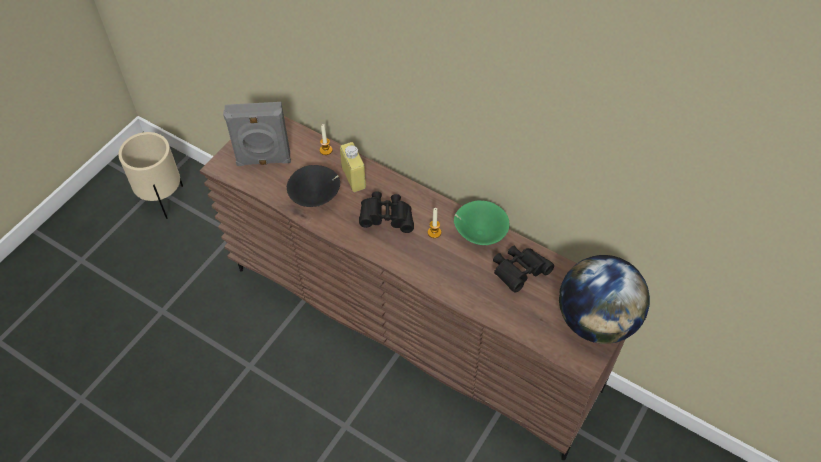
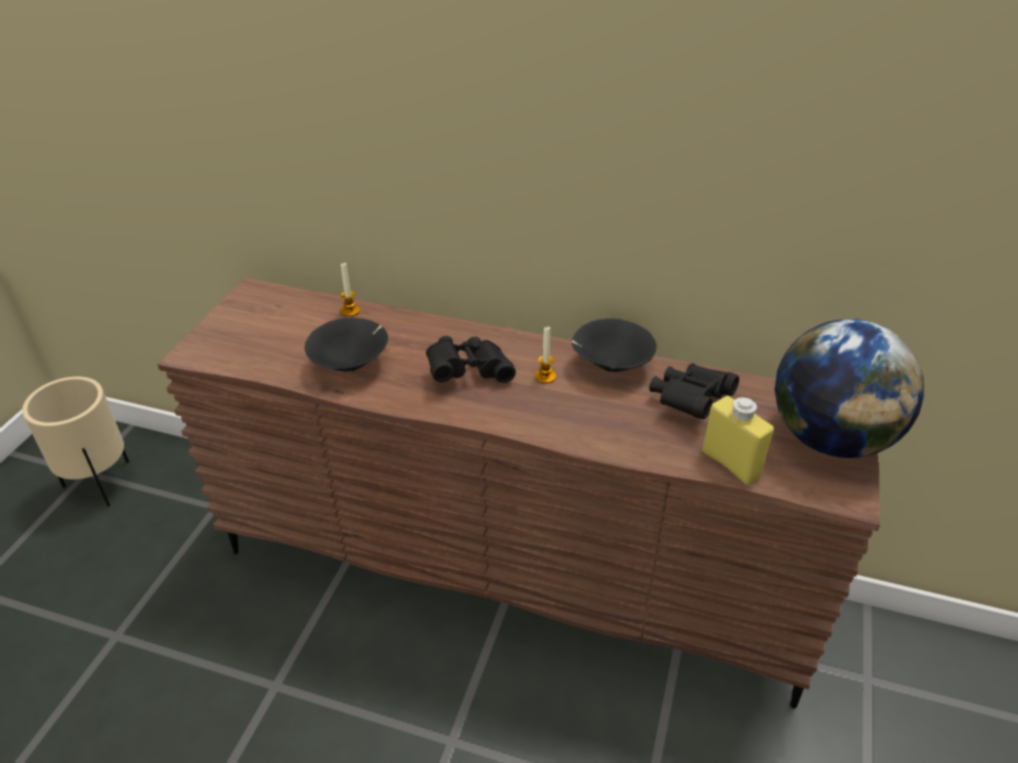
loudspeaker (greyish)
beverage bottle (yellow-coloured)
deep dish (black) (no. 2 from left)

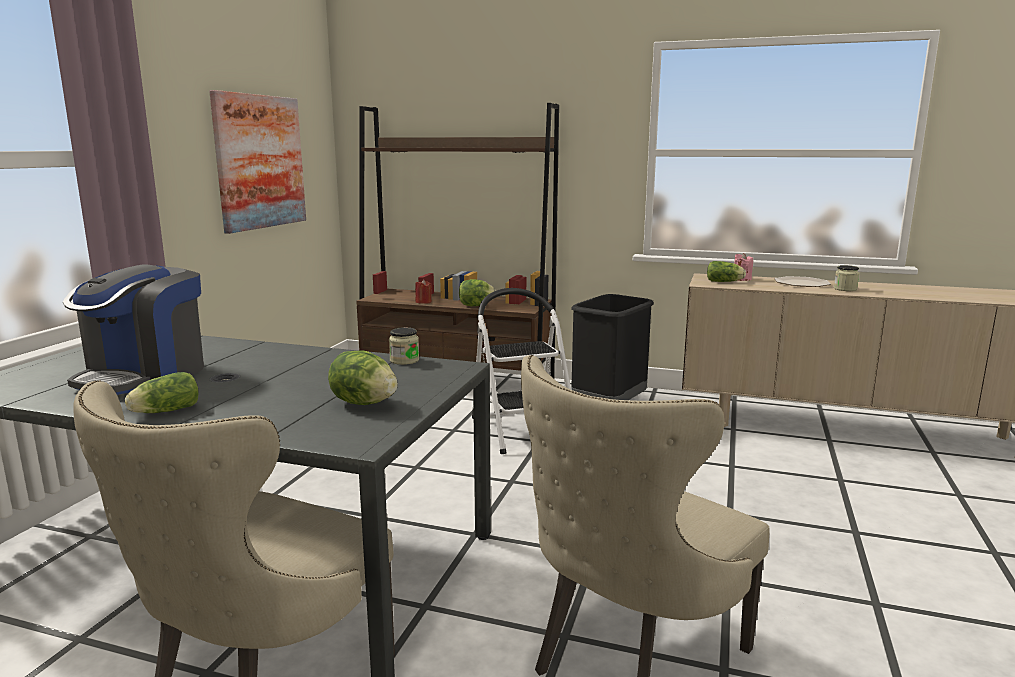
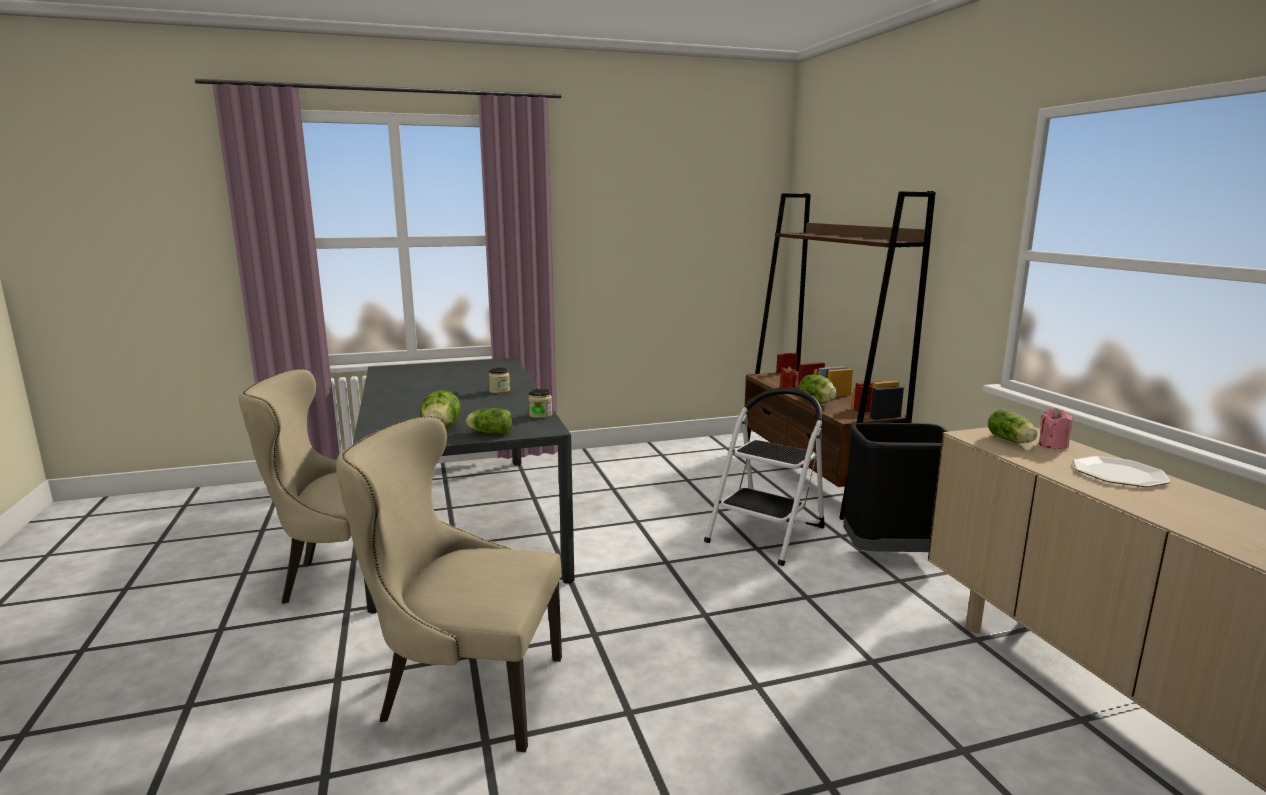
picture
coffee machine
preserve jar (no. 1 from left)
head of lettuce (no. 2 from left)

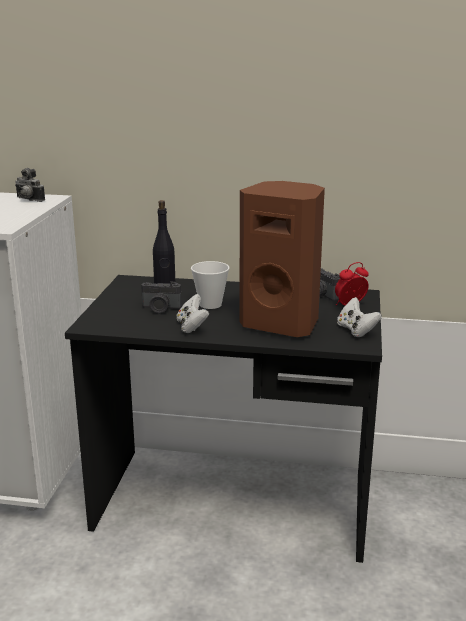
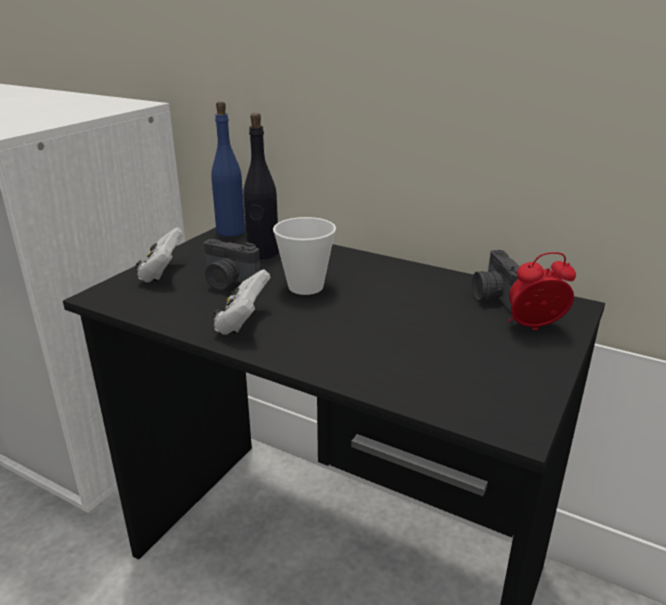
photo camera (no. 1 from left in the first image)
loudspeaker (brown-coloured)
joypad (white-coloured) (no. 1 from left)
beverage bottle (bluish)

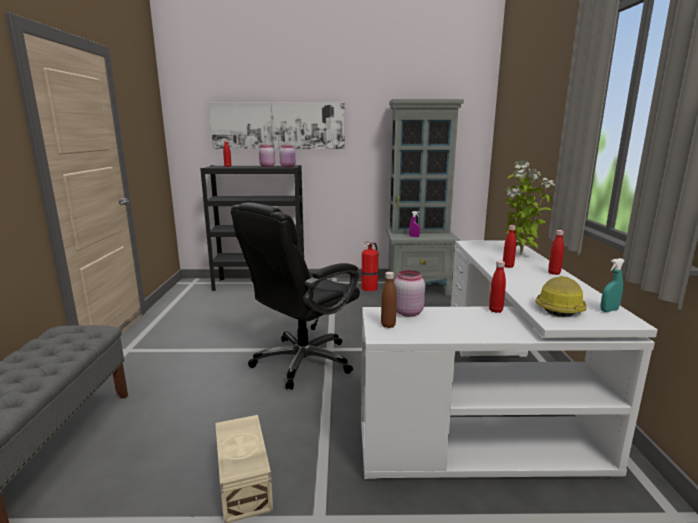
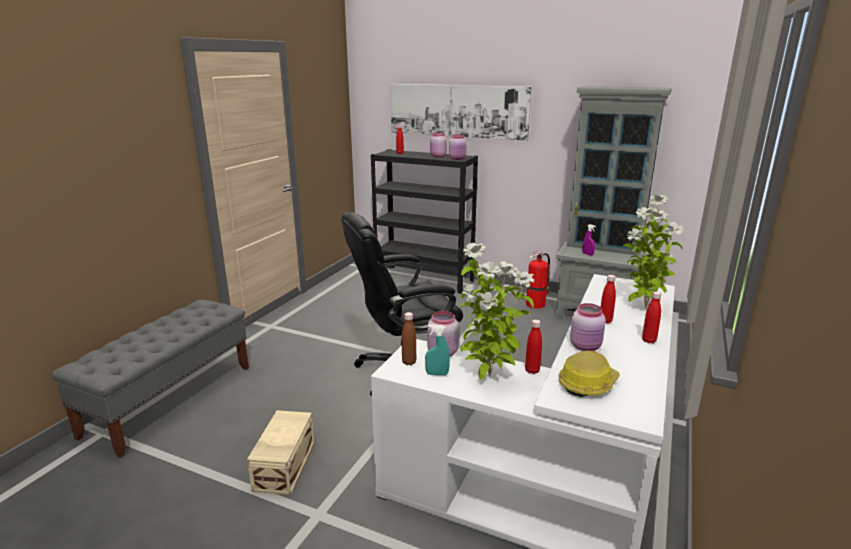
spray bottle (blue-green)
potted plant (no. 1 from left)
preserve jar (pink) (no. 4 from left)

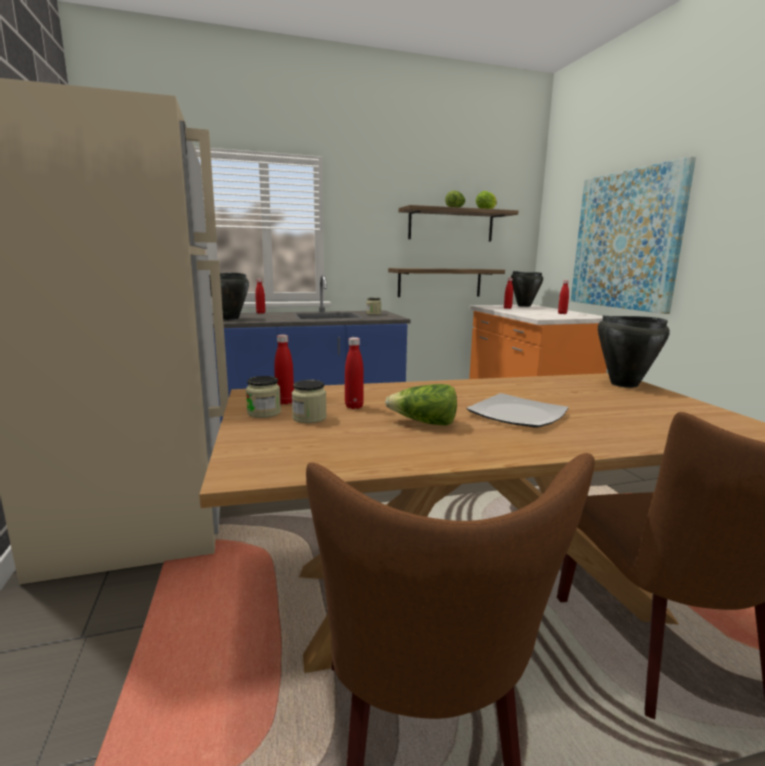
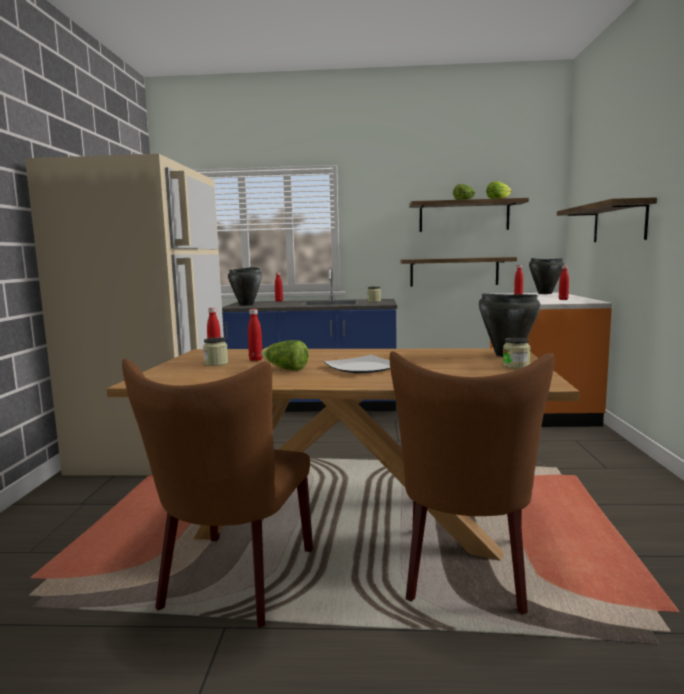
bracket shelf (no. 3 from left)
preserve jar (no. 3 from left)

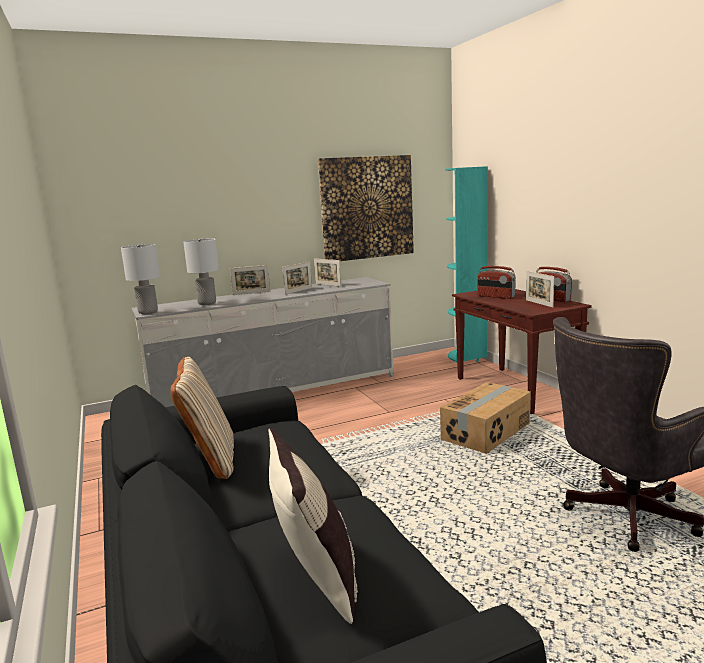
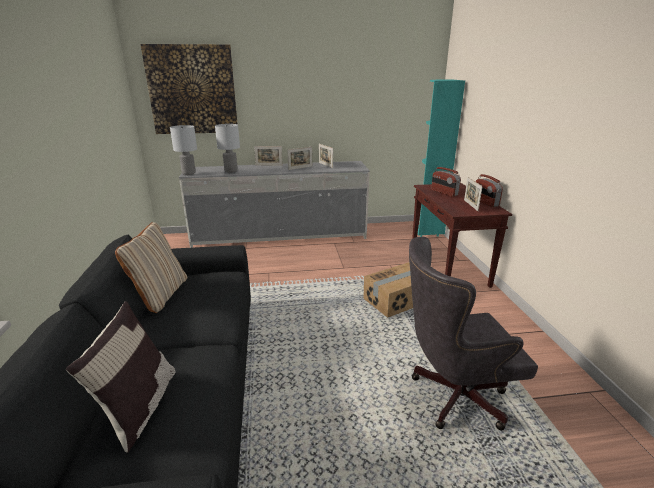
picture

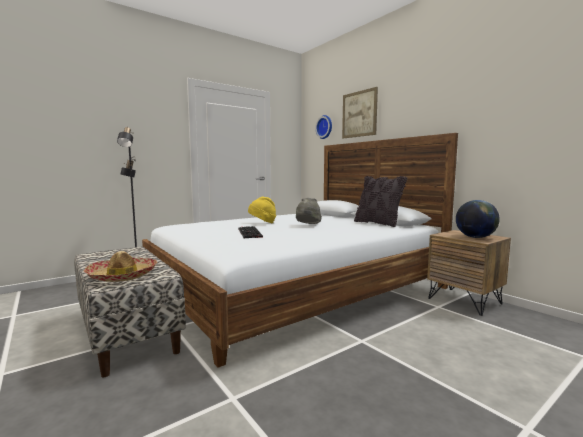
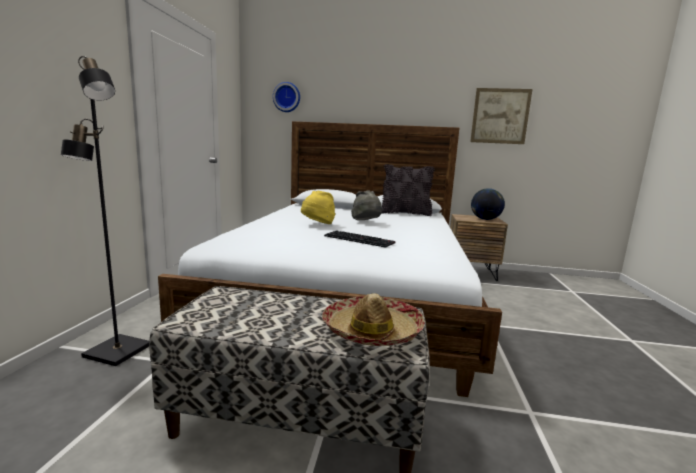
picture

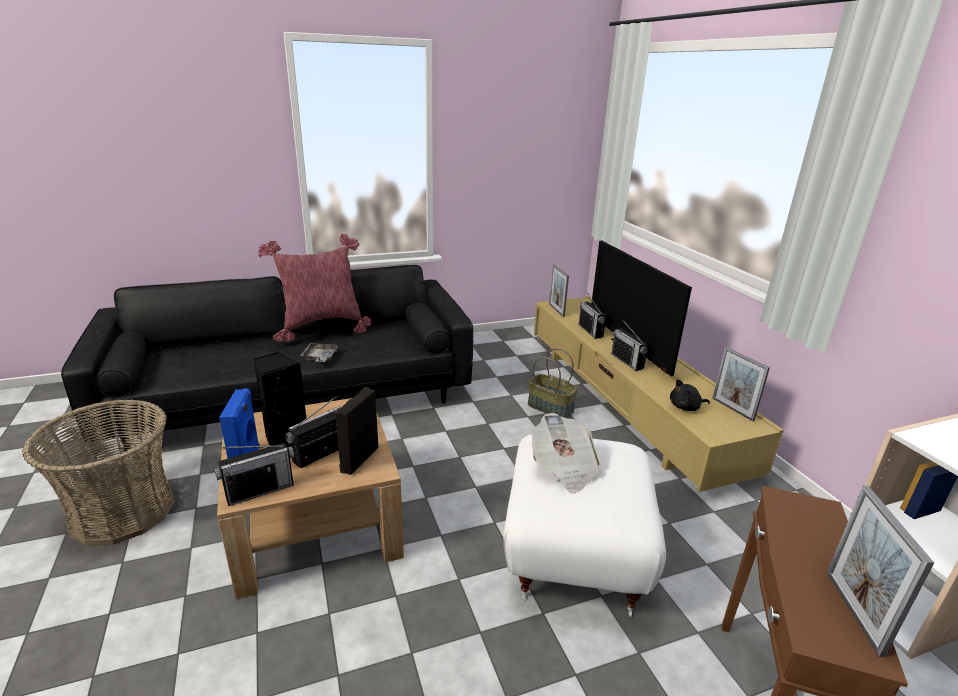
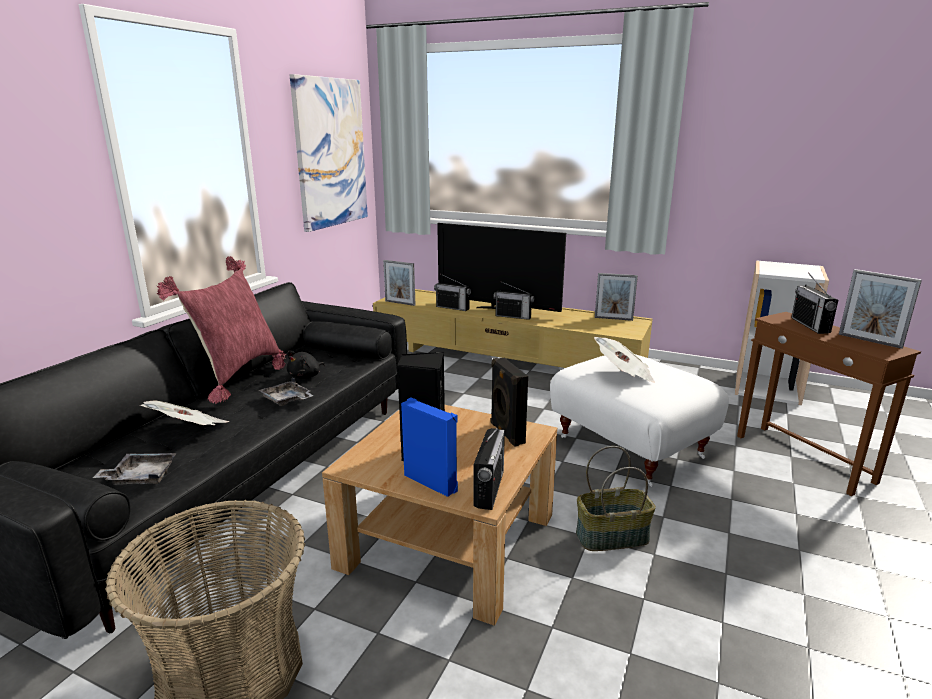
basket (no. 2 from left)
soft toy (black)
radio (no. 4 from left)
picture
newspaper (no. 1 from left)
tray (greyish) (no. 1 from left)

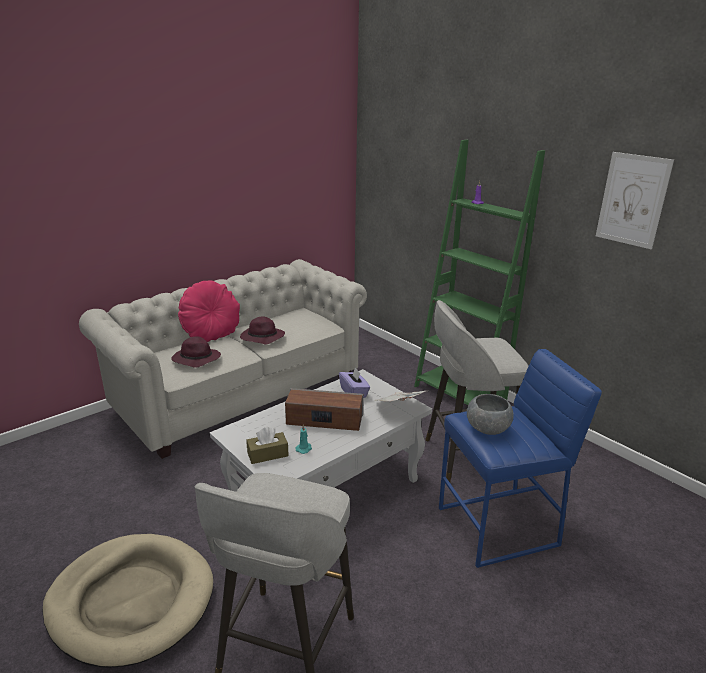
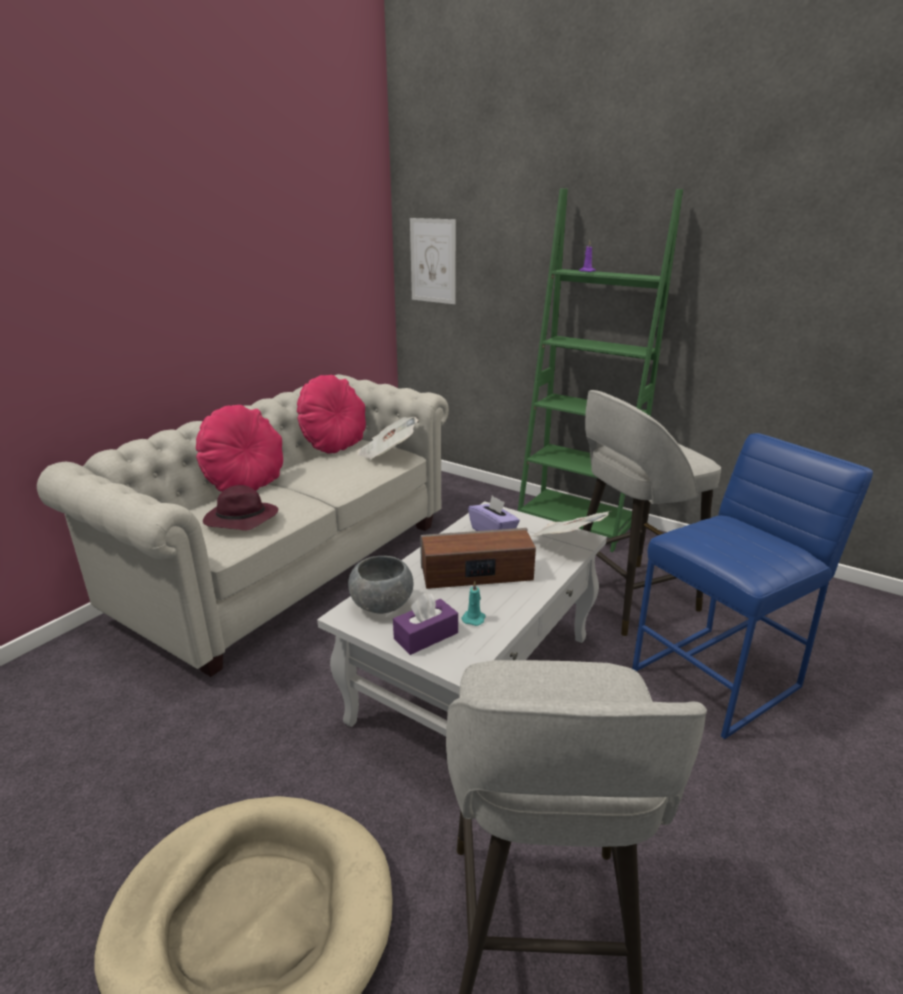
picture
clothing hat (purplish) (no. 2 from left in the first image)
deep dish (greyish)
tissue holder (purplish) (no. 1 from left)
cushion (pink) (no. 2 from left)
newspaper (no. 1 from left)

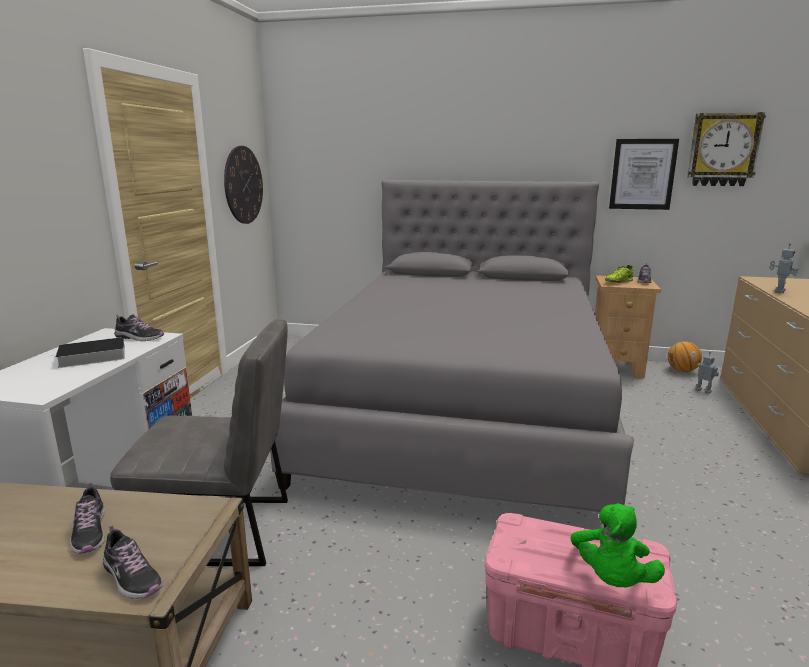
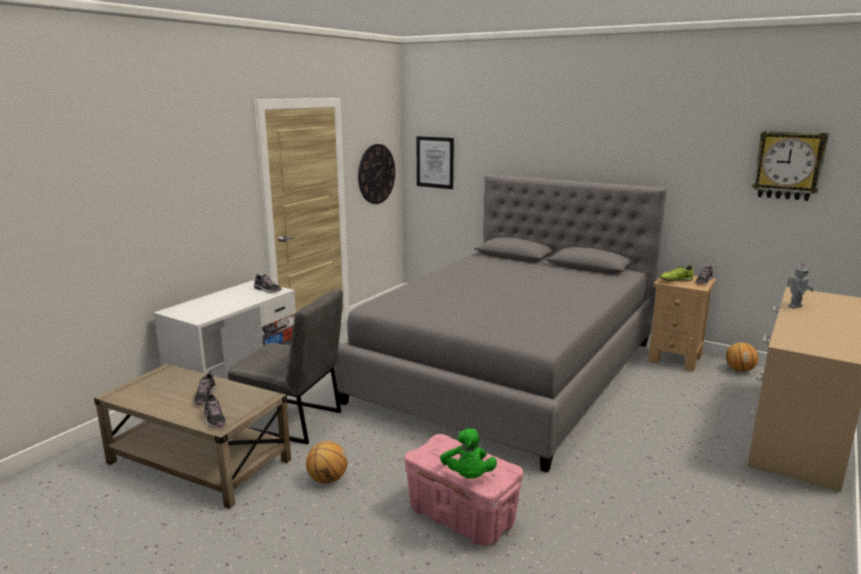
picture
volume
robot figure (no. 1 from left in the first image)
soft toy (greenish)
basketball (no. 1 from left)

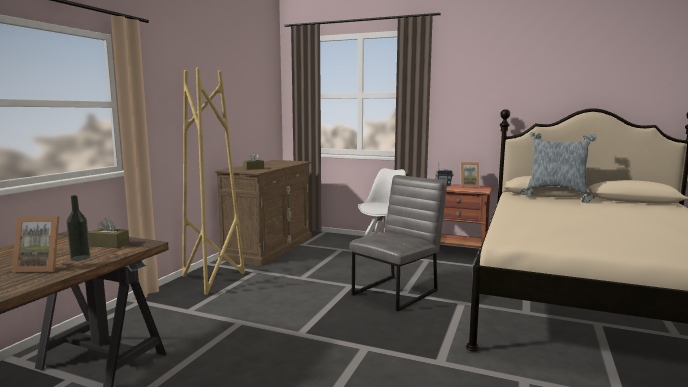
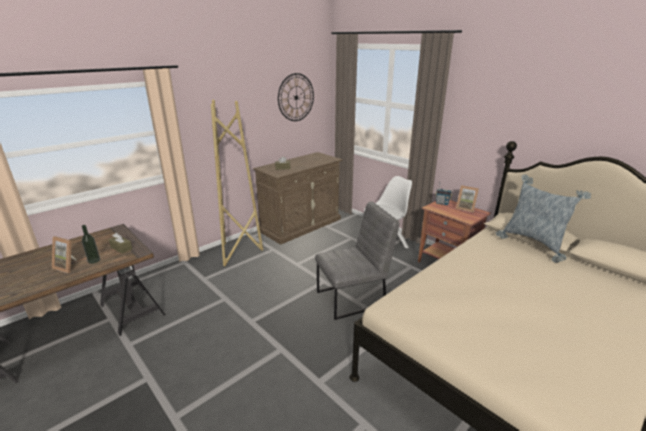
hanging clock

